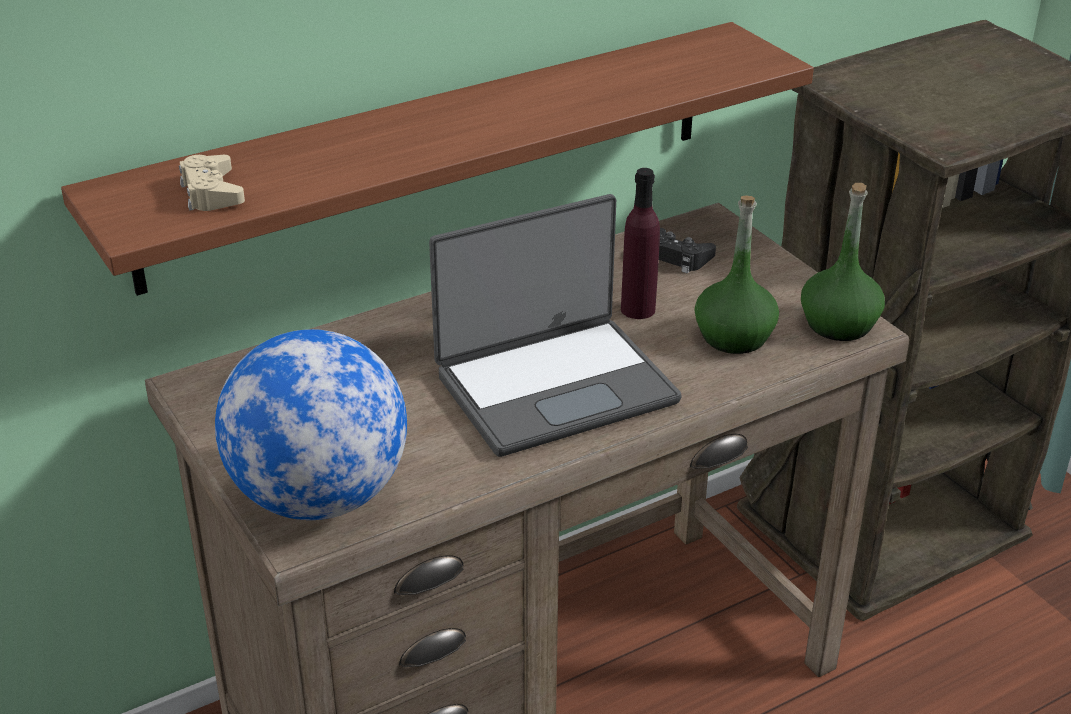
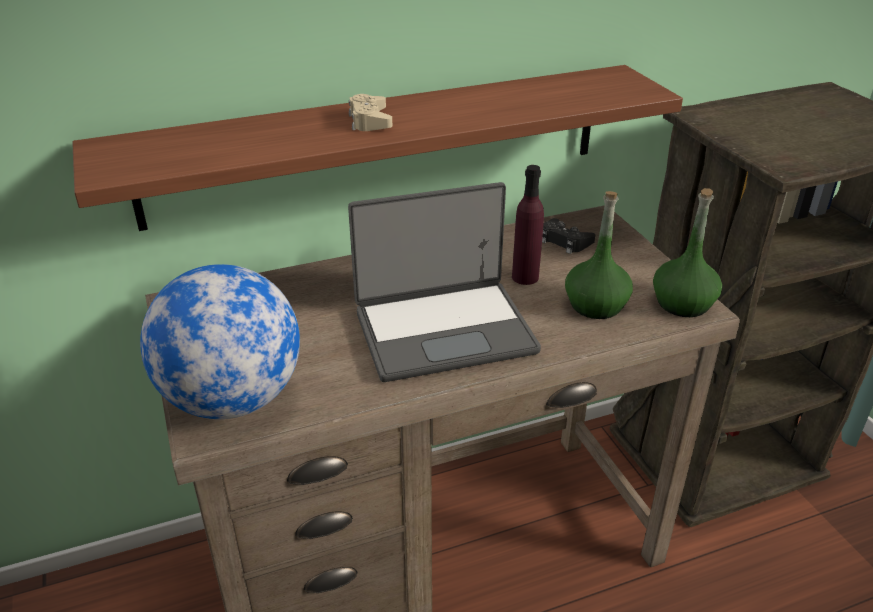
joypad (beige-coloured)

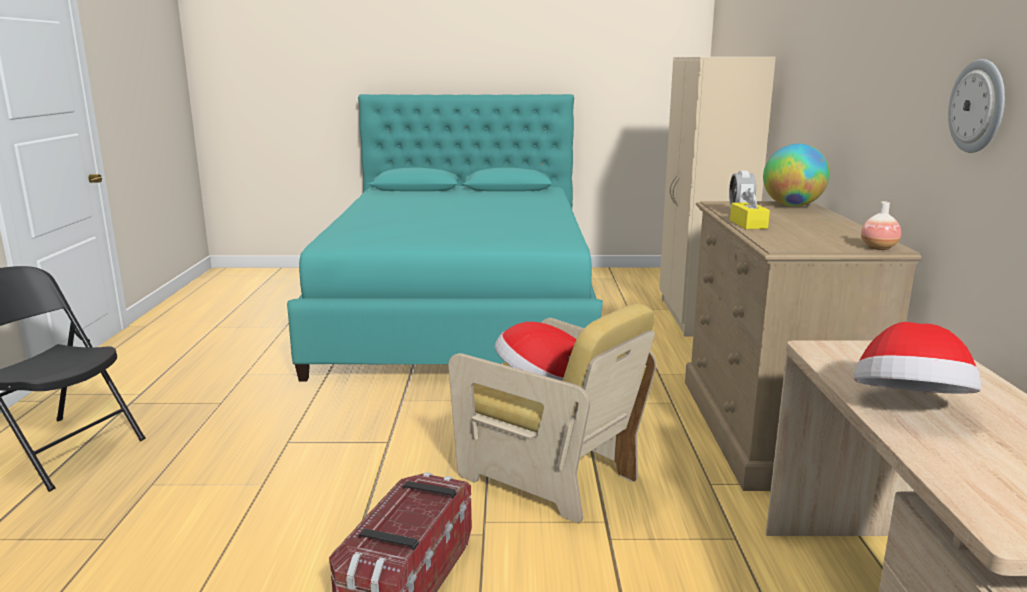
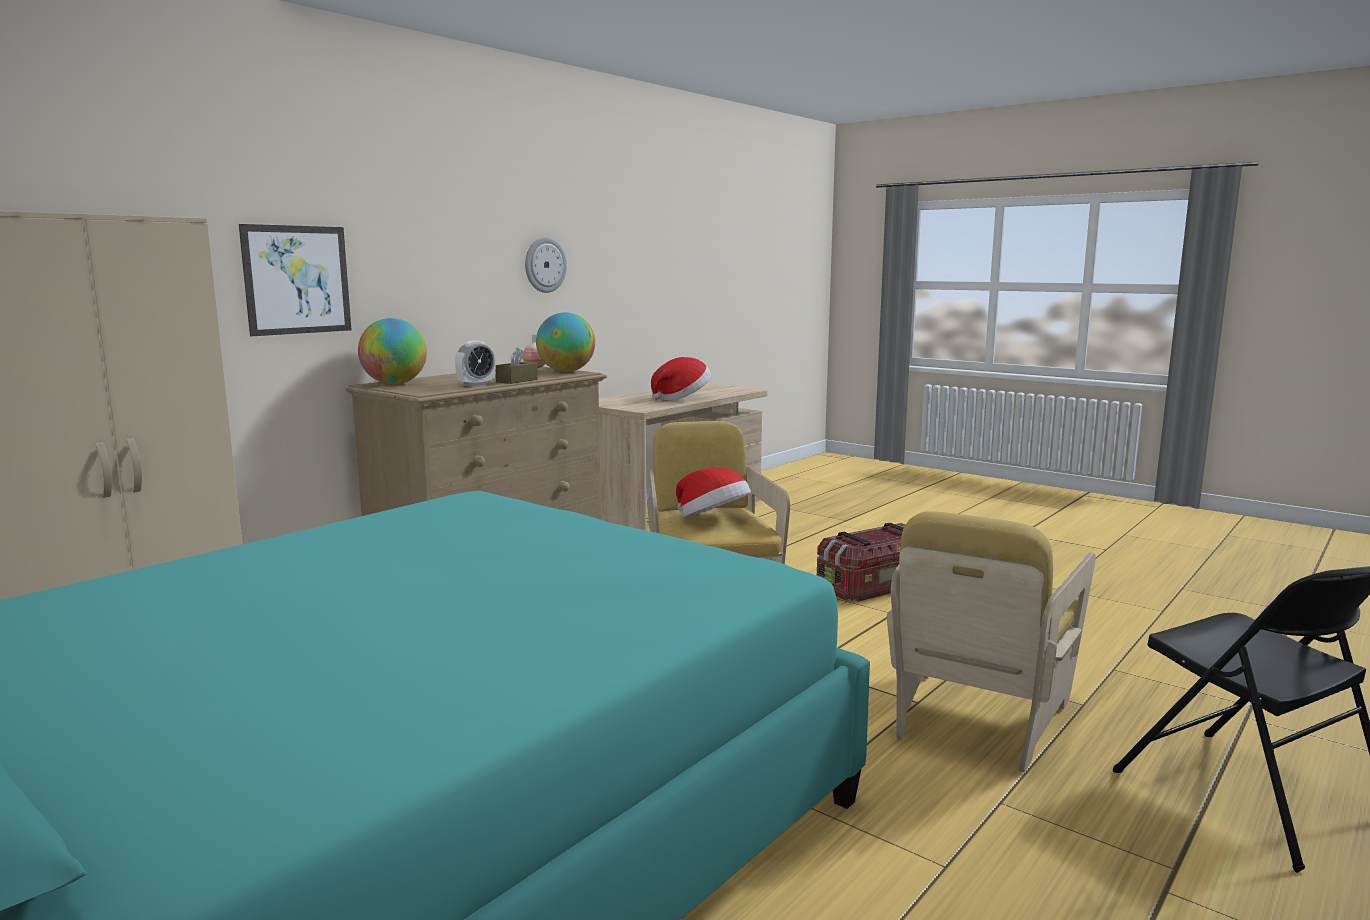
tissue holder (brown-coloured)
picture
world globe (no. 2 from left)
lounge chair (yellow-coloured) (no. 2 from left)

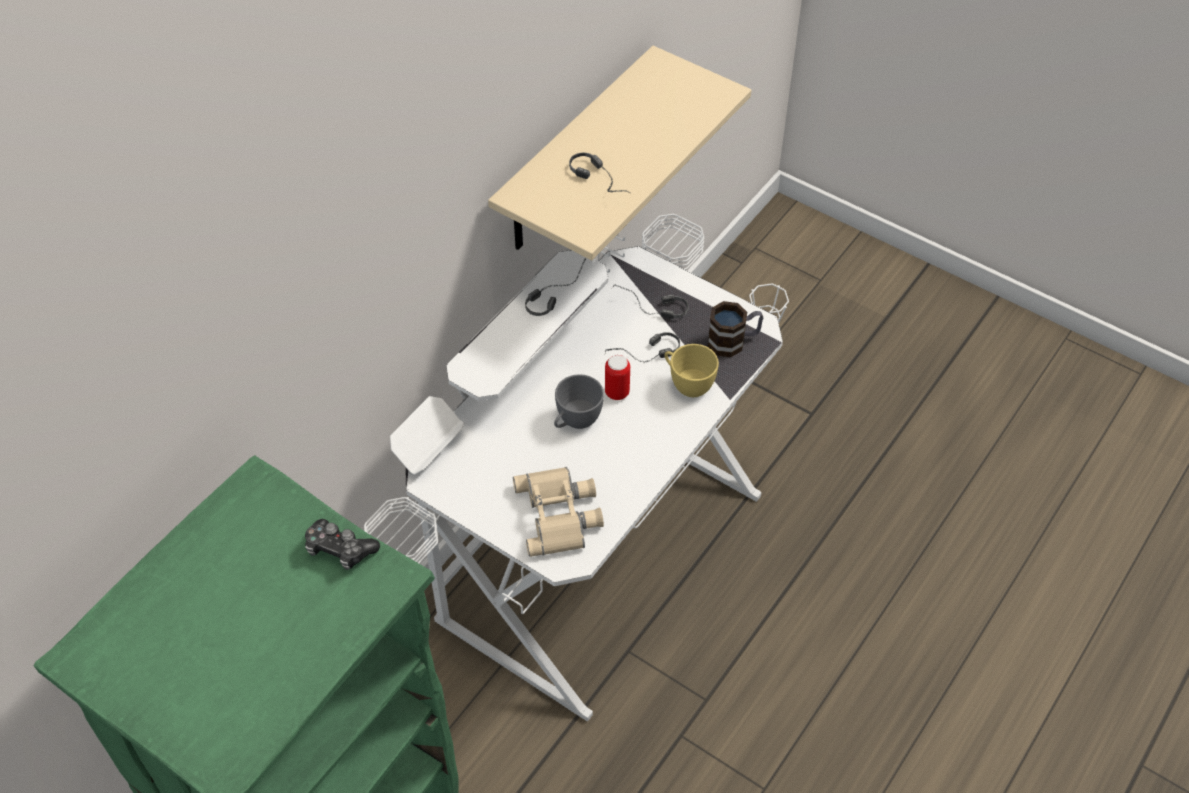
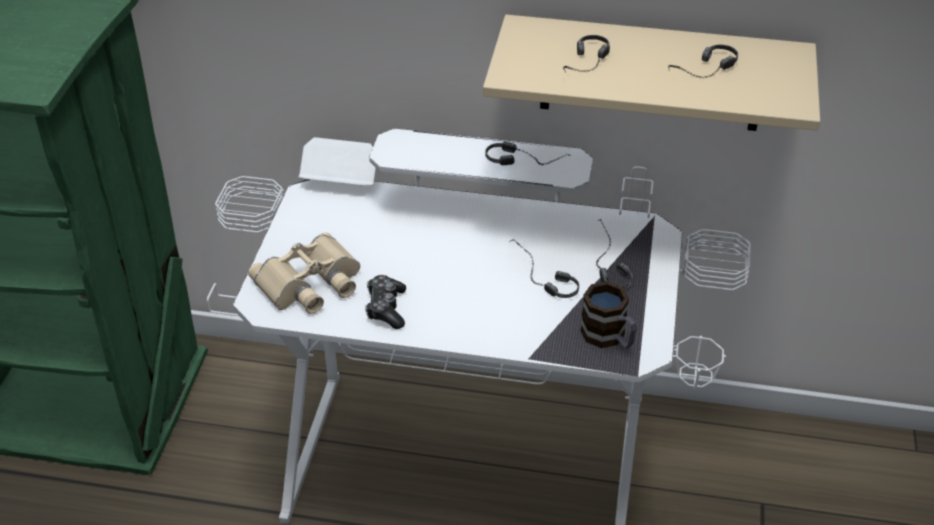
drinking cup (yellow-coloured)
metal can
drinking cup (greyish)
joypad
headphones (no. 5 from left)

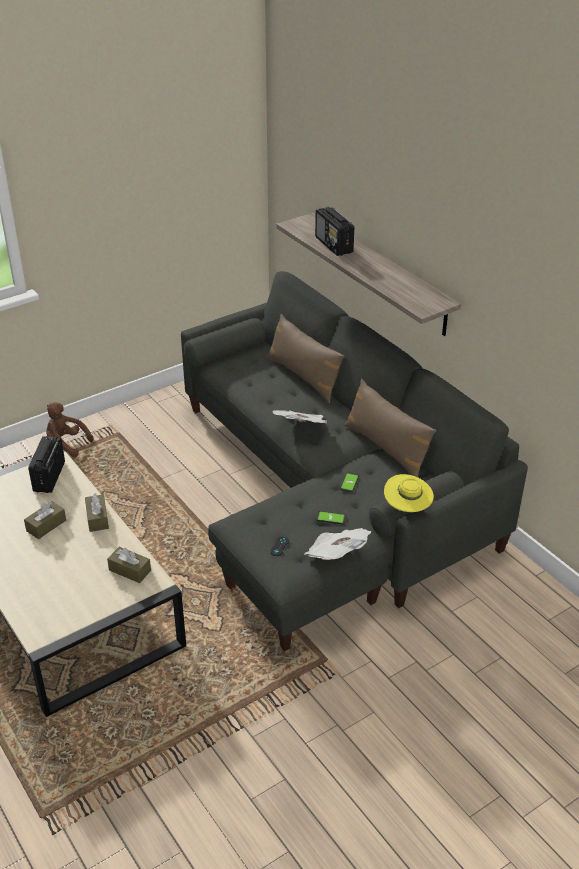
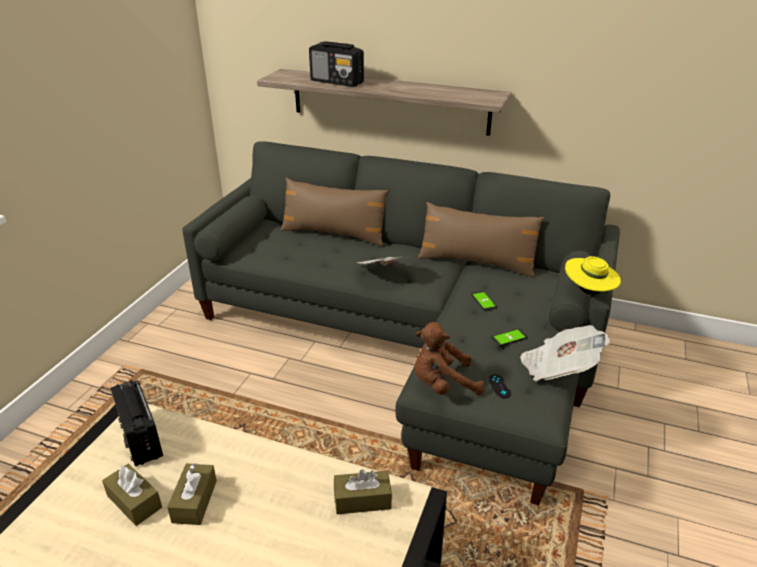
soft toy (brown-coloured)
tissue holder (brown-coloured) (no. 1 from left)

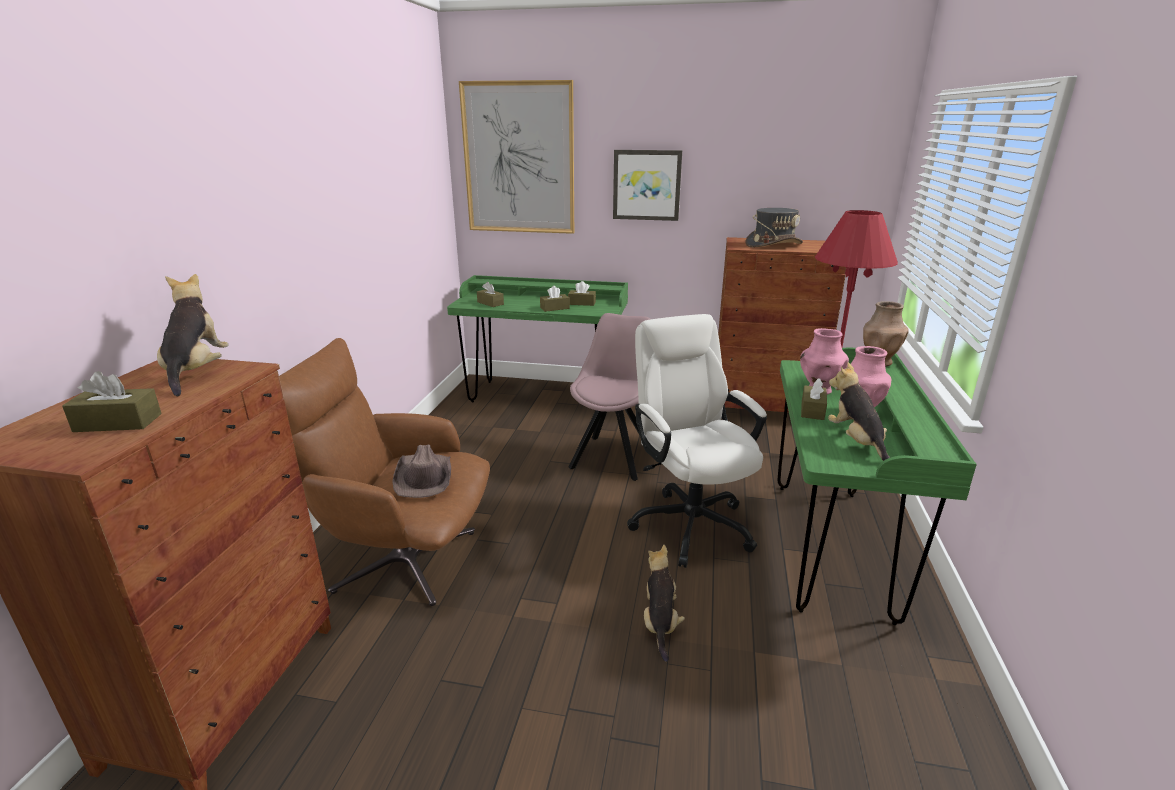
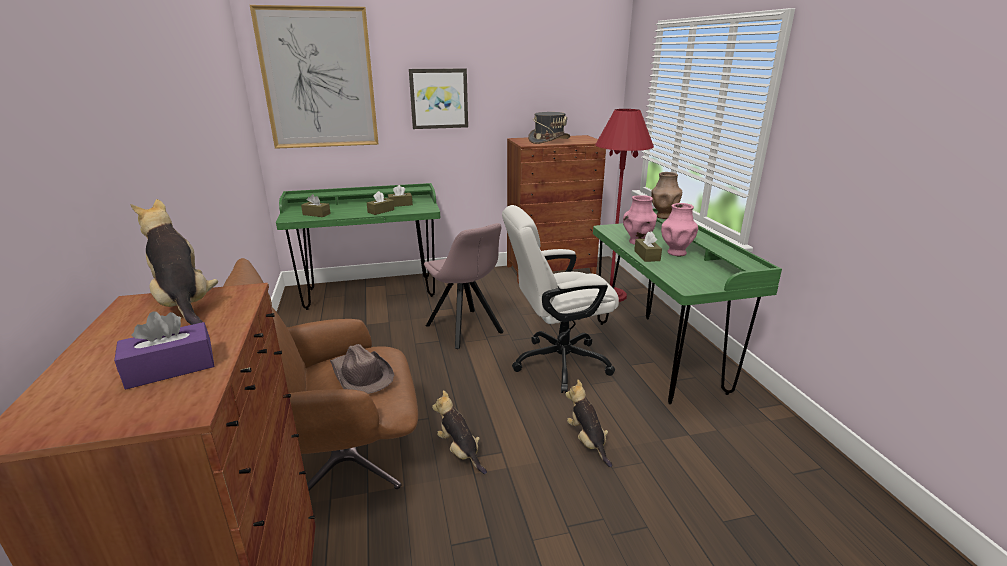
chair (pink)
desk chair (white-coloured)
soft toy (no. 2 from left)
tissue holder (purplish)

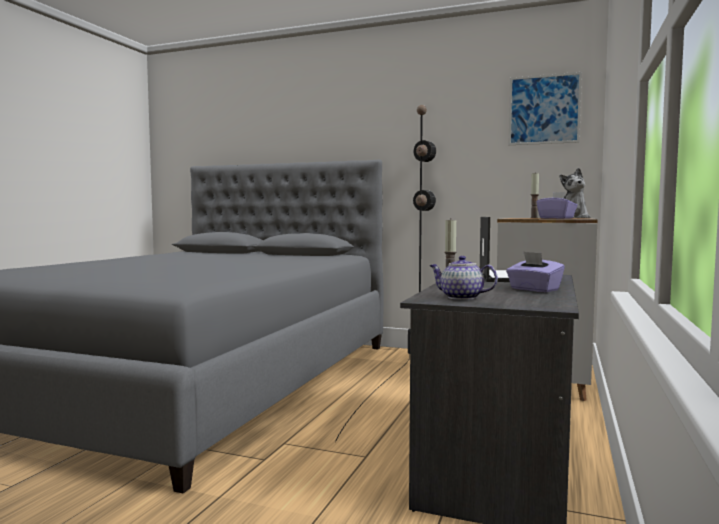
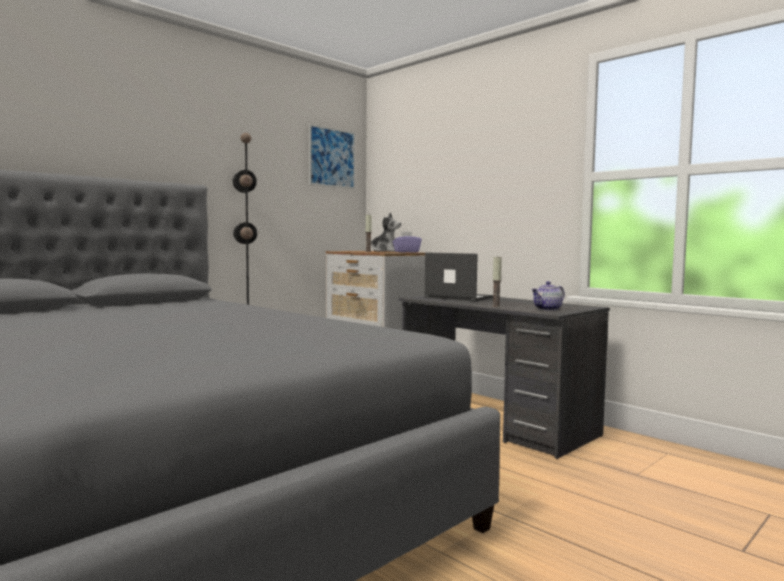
tissue holder (purplish) (no. 1 from left in the first image)

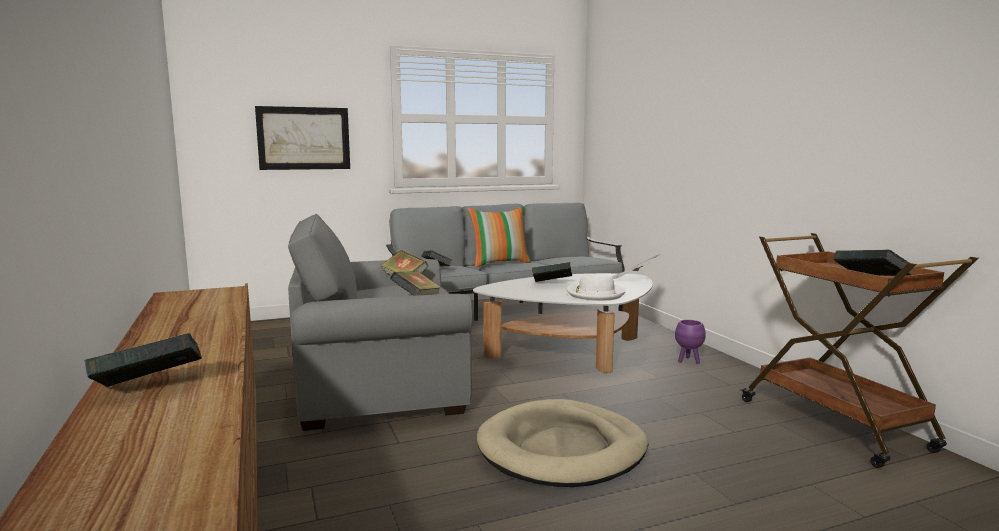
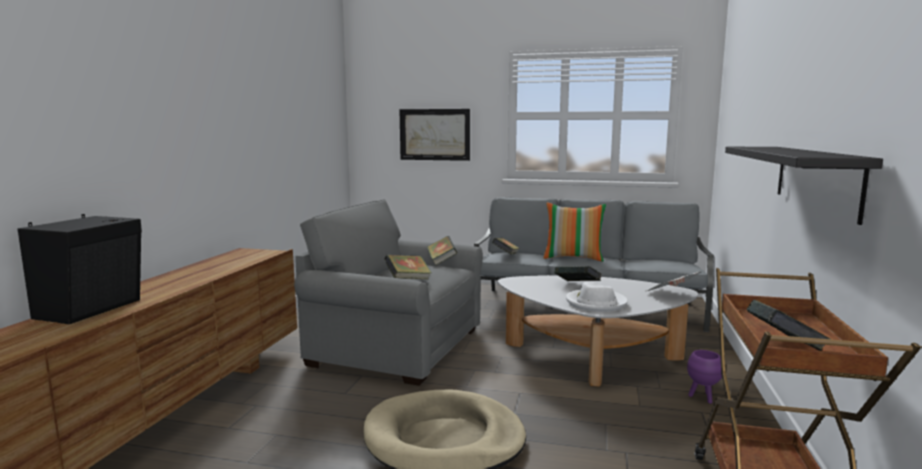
loudspeaker (black)
bracket shelf (black)

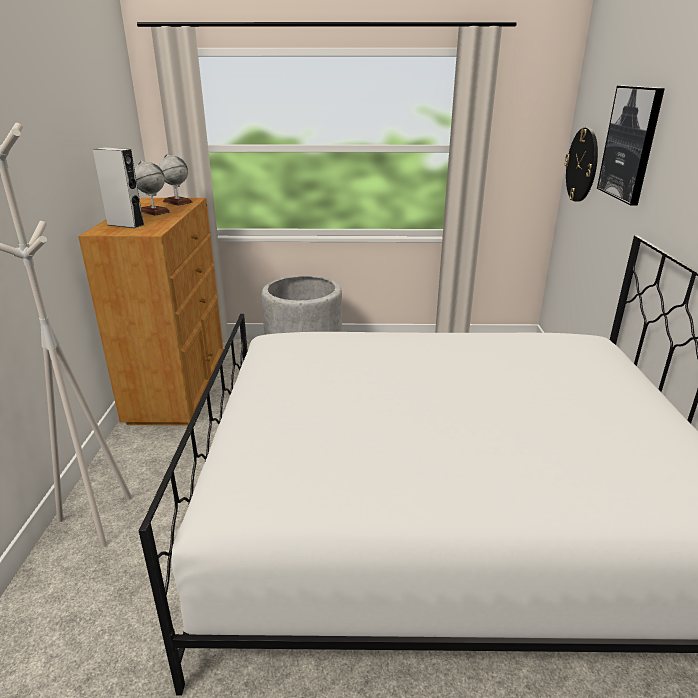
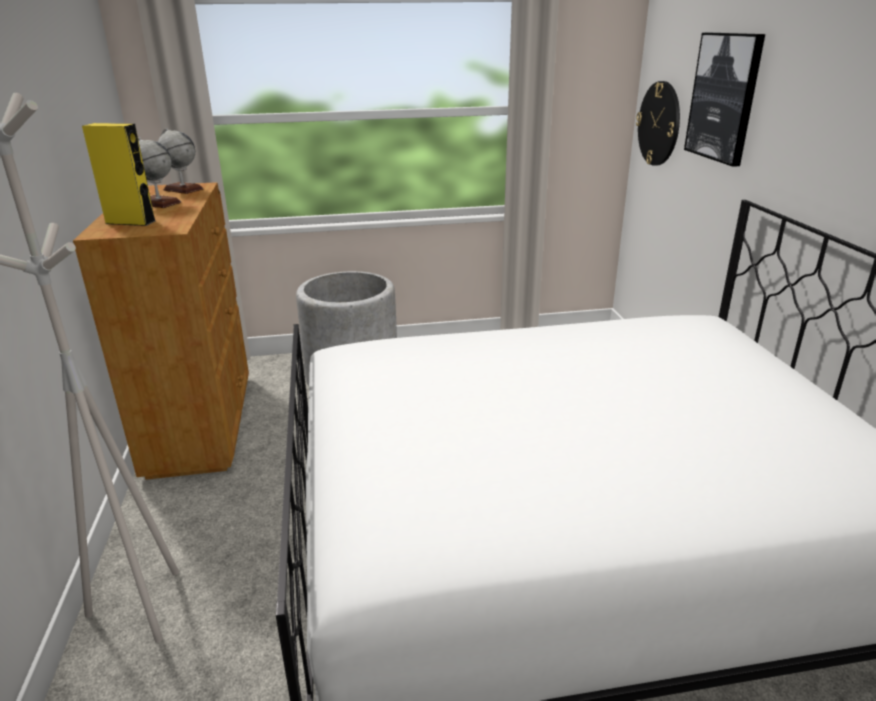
loudspeaker (yellow-coloured)

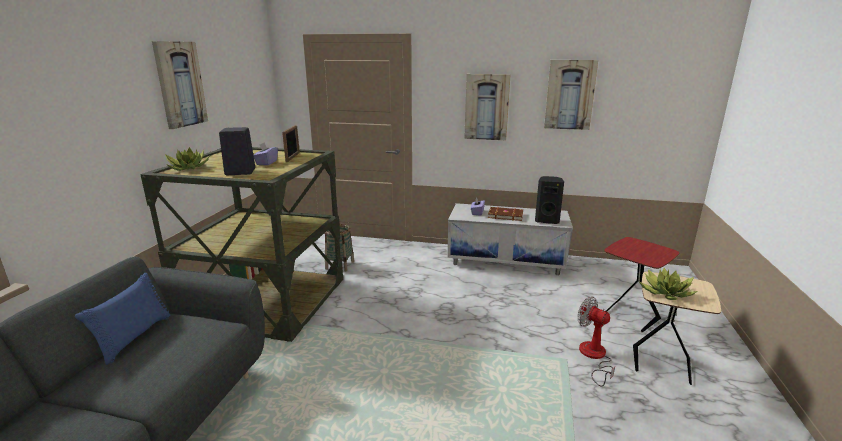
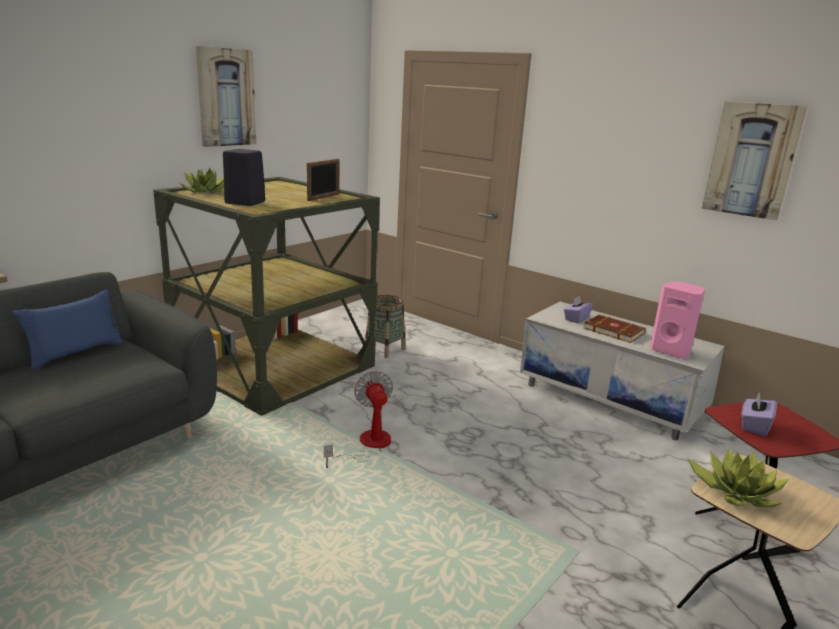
picture (no. 2 from left in the first image)
tissue holder (purplish) (no. 2 from left)
loudspeaker (pink)
electric fan

